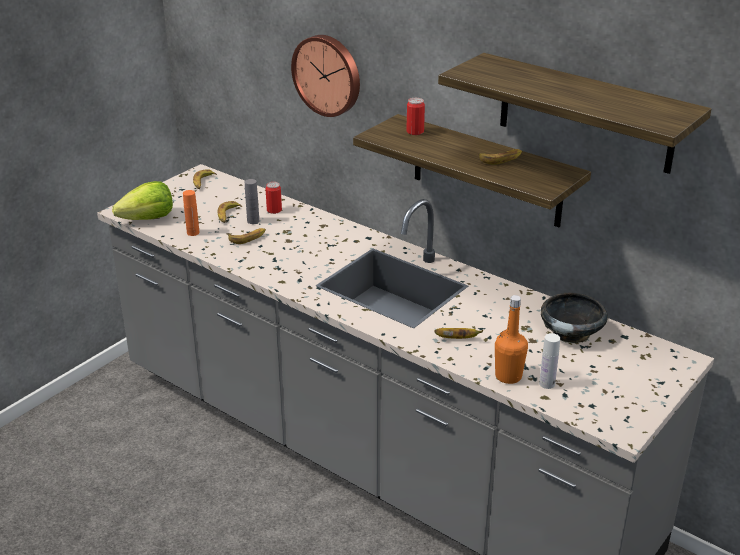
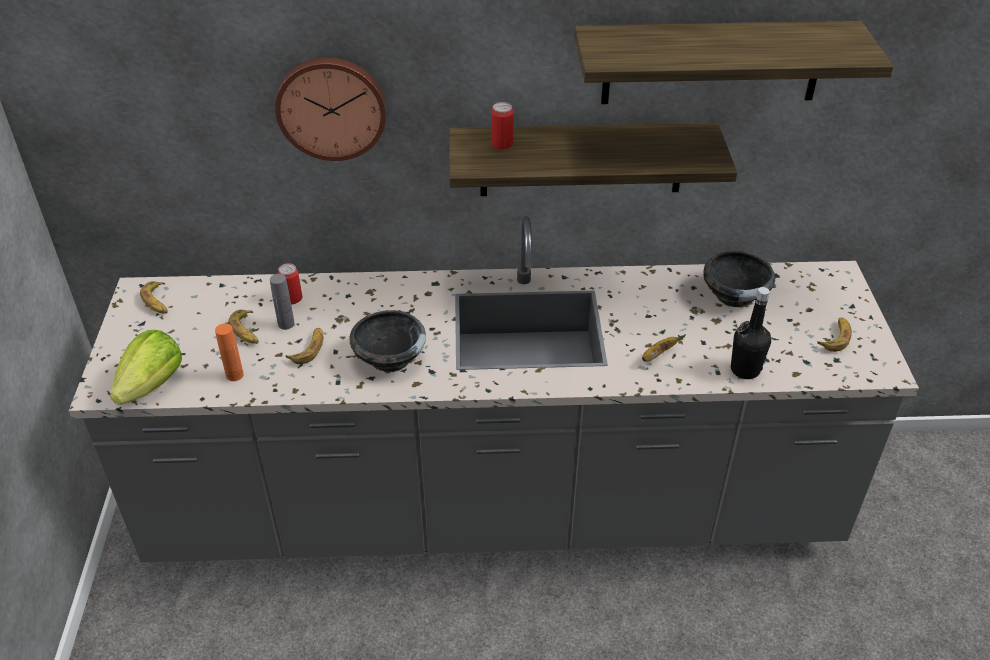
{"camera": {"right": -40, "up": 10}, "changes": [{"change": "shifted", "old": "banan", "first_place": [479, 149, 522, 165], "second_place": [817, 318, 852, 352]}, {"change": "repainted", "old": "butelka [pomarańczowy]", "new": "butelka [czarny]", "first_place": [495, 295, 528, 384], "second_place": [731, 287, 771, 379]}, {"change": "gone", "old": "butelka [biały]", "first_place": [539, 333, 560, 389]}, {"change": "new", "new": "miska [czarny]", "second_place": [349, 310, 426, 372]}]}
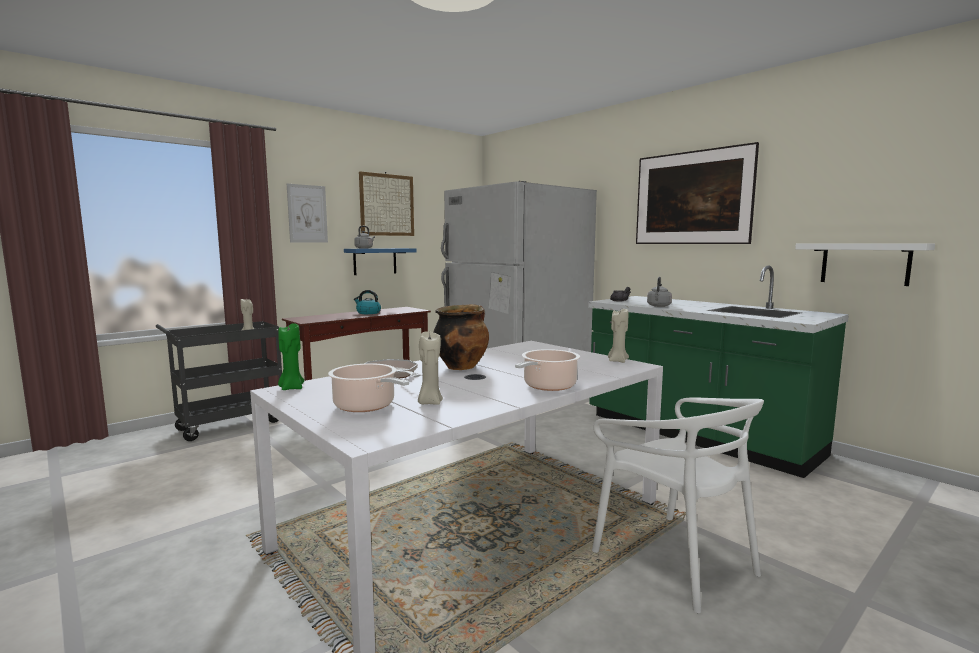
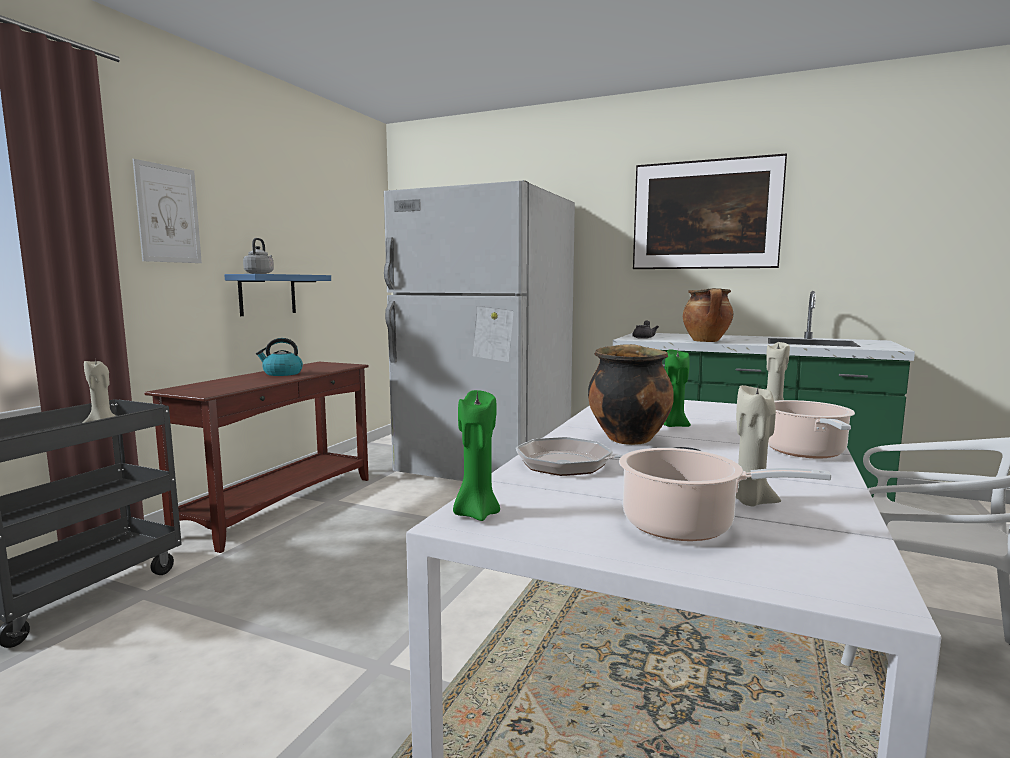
{"camera": {"right": -25, "up": 0}, "changes": [{"change": "gone", "old": "obraz", "first_place": [359, 171, 414, 236]}, {"change": "swapped", "old": "czajnik [szary]", "new": "garnek", "first_place": [647, 277, 672, 307], "second_place": [683, 288, 733, 342]}, {"change": "gone", "old": "półka [biały]", "first_place": [795, 243, 935, 286]}, {"change": "new", "new": "świeca [zielony]", "second_place": [663, 349, 691, 427]}]}
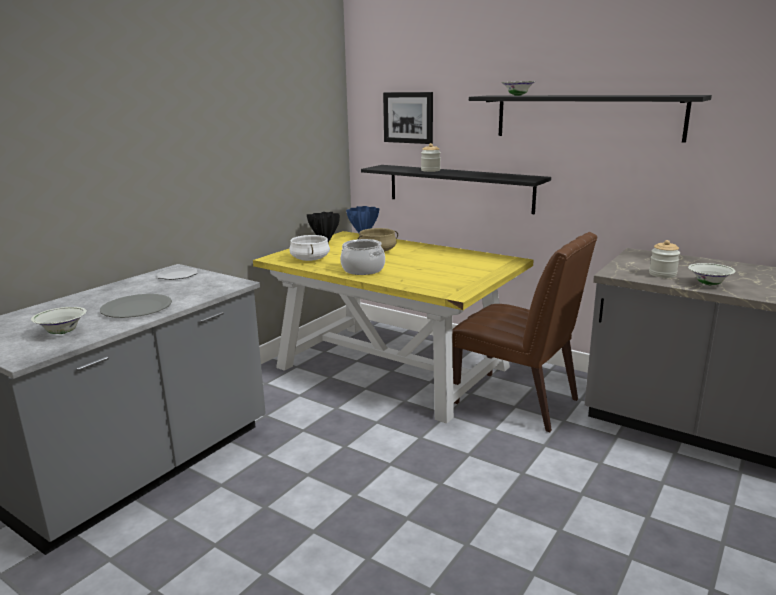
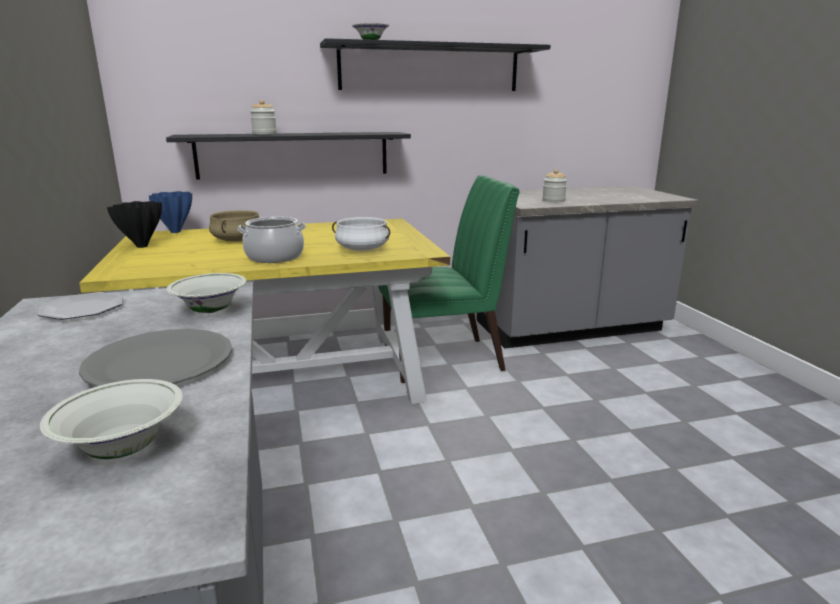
{"camera": {"right": -50, "up": 0}, "changes": [{"change": "shifted", "old": "garnek [biały]", "first_place": [289, 235, 330, 261], "second_place": [332, 217, 390, 251]}, {"change": "gone", "old": "obraz", "first_place": [383, 92, 433, 144]}, {"change": "repainted", "old": "krzesło [brązowy]", "new": "krzesło [zielony]", "first_place": [452, 232, 597, 432], "second_place": [378, 175, 520, 383]}, {"change": "shifted", "old": "miska [biały]", "first_place": [688, 263, 736, 285], "second_place": [167, 273, 246, 313]}]}
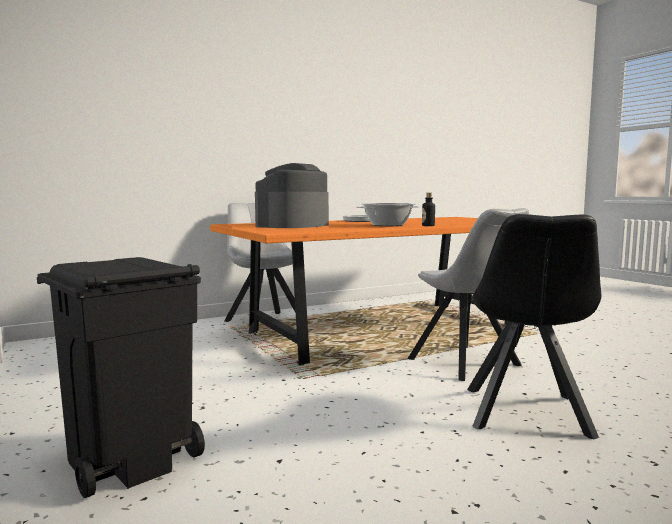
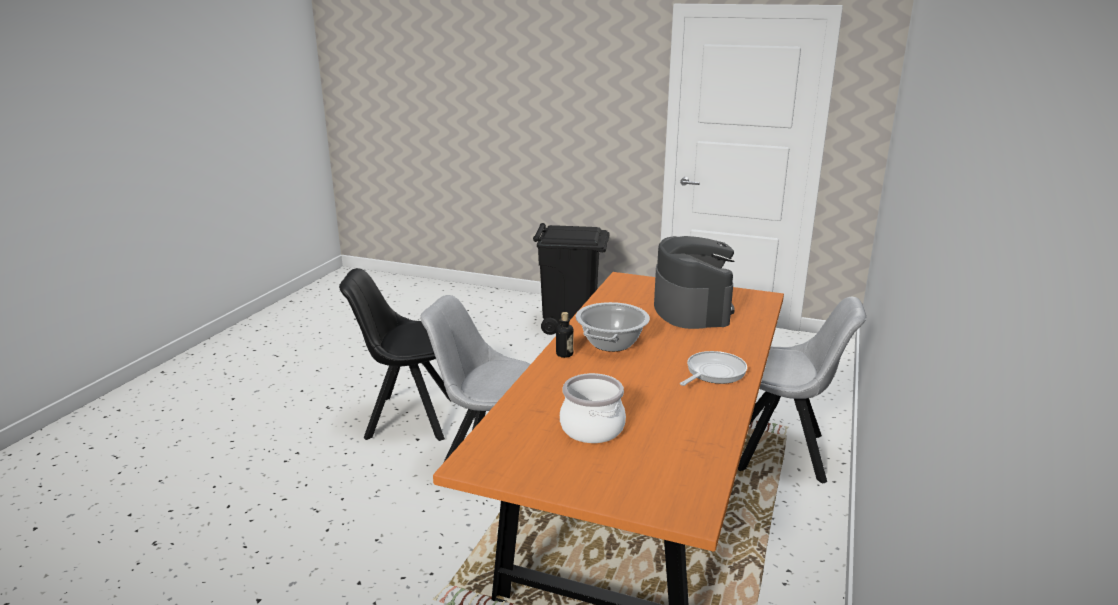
{"camera": {"right": 140, "up": 15}, "changes": [{"change": "rotated", "old": "krzesło [czarny]", "first_place": [467, 214, 602, 440], "second_place": [339, 268, 451, 441], "degrees": -60}, {"change": "new", "new": "garnek", "second_place": [560, 373, 626, 443]}]}
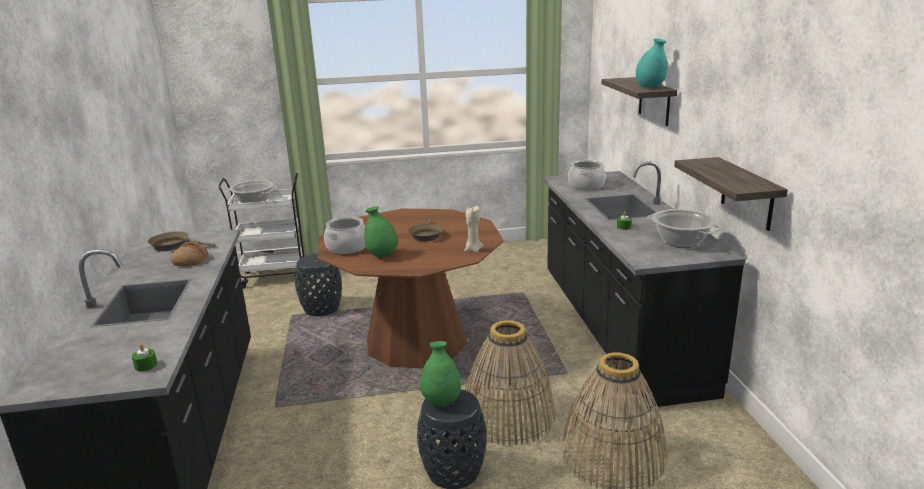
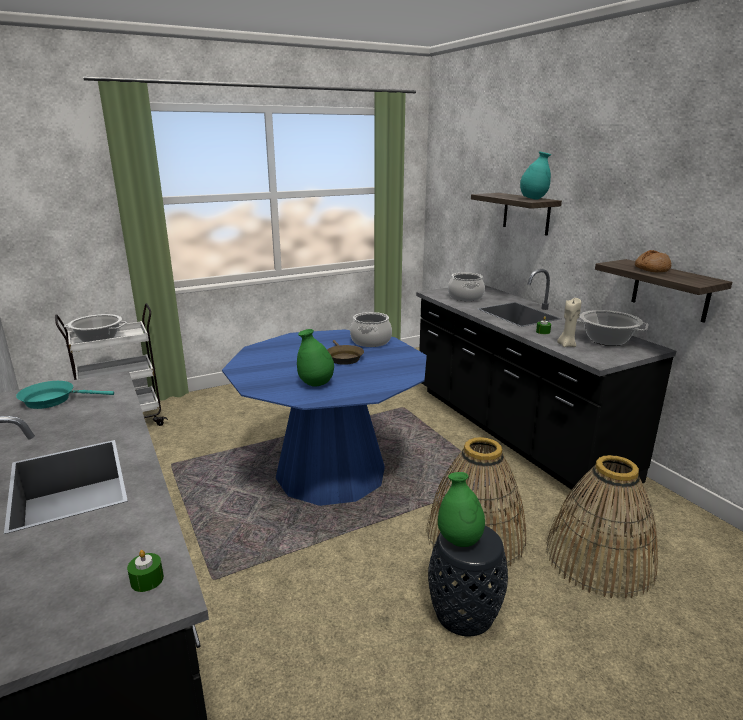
{"camera": {"right": -20, "up": 0}, "changes": [{"change": "repainted", "old": "patelnia [brązowy]", "new": "patelnia [turkusowy]", "first_place": [148, 231, 215, 251], "second_place": [16, 381, 114, 409]}, {"change": "shifted", "old": "chleb", "first_place": [171, 242, 209, 266], "second_place": [635, 250, 671, 272]}, {"change": "gone", "old": "stołek [czarny]", "first_place": [295, 253, 342, 316]}, {"change": "repainted", "old": "stół jadalny [brązowy]", "new": "stół jadalny [niebieski]", "first_place": [318, 209, 504, 369], "second_place": [222, 329, 427, 506]}, {"change": "shifted", "old": "garnek", "first_place": [324, 217, 365, 254], "second_place": [350, 312, 392, 347]}, {"change": "shifted", "old": "świeca [beżowy]", "first_place": [464, 206, 484, 253], "second_place": [557, 298, 581, 347]}]}
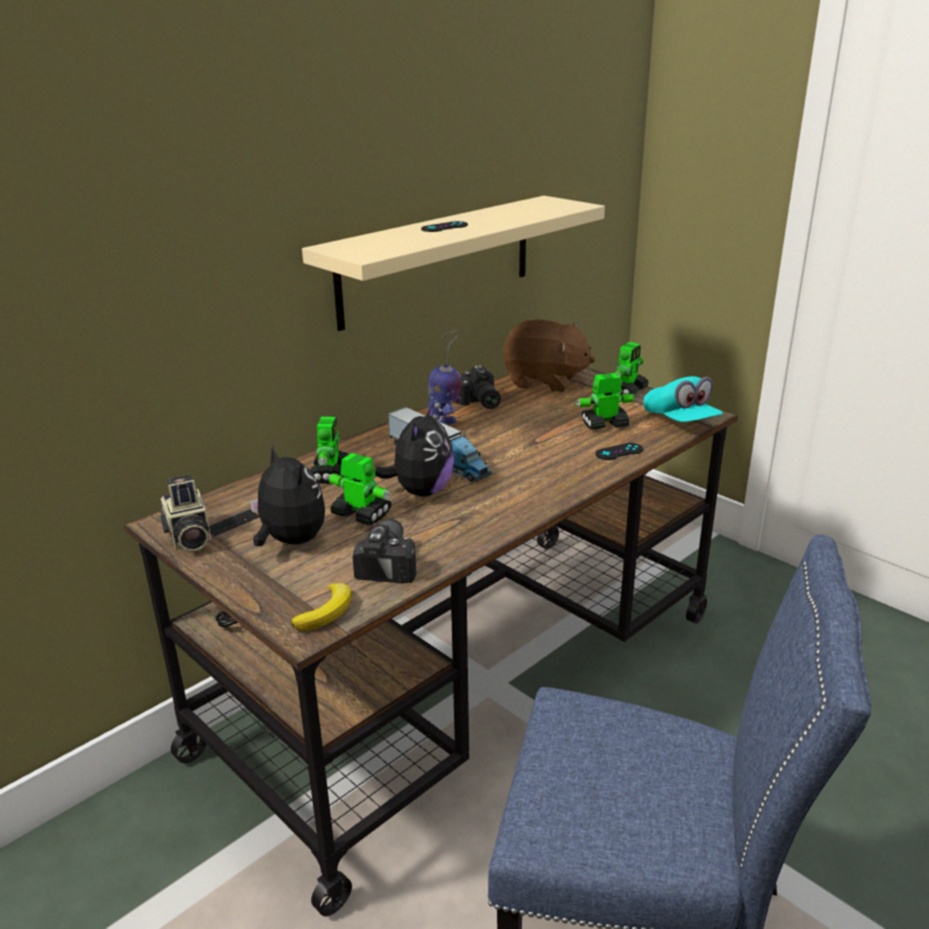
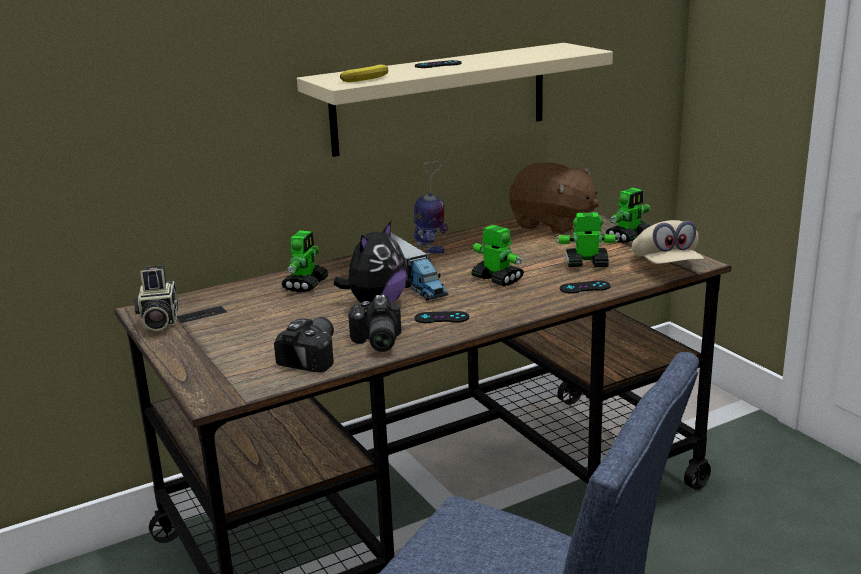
{"camera": {"right": 15, "up": -5}, "changes": [{"change": "gone", "old": "pluszak", "first_place": [250, 445, 325, 546]}, {"change": "shifted", "old": "banan", "first_place": [291, 583, 352, 631], "second_place": [340, 65, 388, 82]}, {"change": "shifted", "old": "robot zabawkowy", "first_place": [328, 453, 392, 525], "second_place": [471, 225, 524, 287]}, {"change": "shifted", "old": "aparat fotograficzny", "first_place": [458, 365, 501, 409], "second_place": [348, 295, 402, 352]}, {"change": "repainted", "old": "czapka z daszkiem [turkusowy]", "new": "czapka z daszkiem [beżowy]", "first_place": [644, 376, 723, 422], "second_place": [632, 220, 704, 264]}, {"change": "new", "new": "pad do gier [czarny]", "second_place": [414, 311, 469, 323]}]}
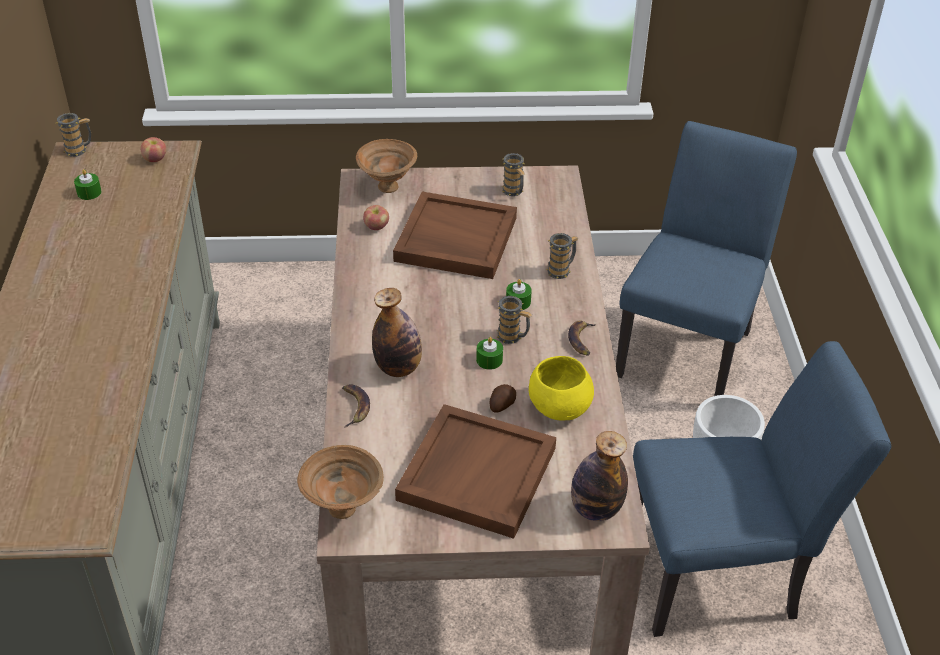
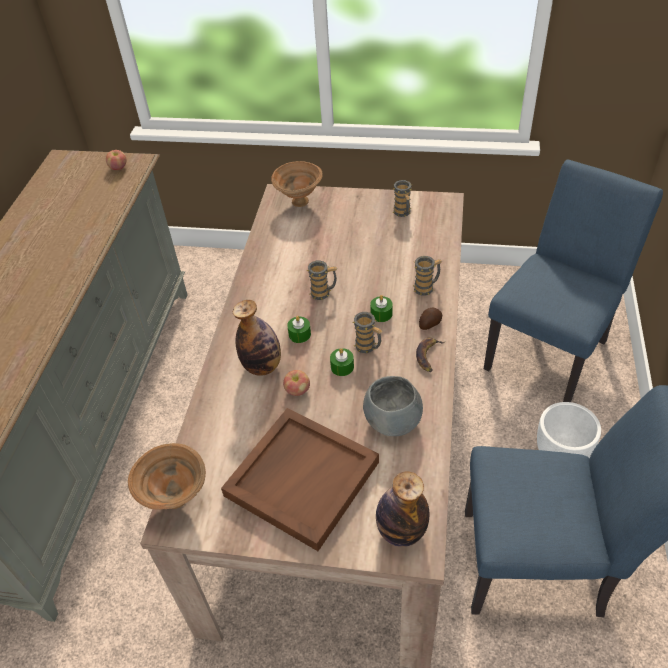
{"camera": {"right": 15, "up": 5}, "changes": [{"change": "shifted", "old": "kubek", "first_place": [56, 113, 91, 157], "second_place": [307, 260, 337, 300]}, {"change": "shifted", "old": "świeca [zielony]", "first_place": [74, 169, 102, 200], "second_place": [287, 316, 311, 343]}, {"change": "gone", "old": "banan", "first_place": [342, 384, 370, 428]}, {"change": "shifted", "old": "jabłko", "first_place": [363, 205, 389, 230], "second_place": [283, 370, 310, 396]}, {"change": "gone", "old": "taca [brązowy]", "first_place": [393, 192, 517, 279]}, {"change": "shifted", "old": "ziemniak", "first_place": [490, 384, 516, 413], "second_place": [419, 308, 442, 330]}, {"change": "repainted", "old": "miska [żółty]", "new": "miska [szary]", "first_place": [529, 356, 594, 421], "second_place": [363, 376, 423, 436]}]}
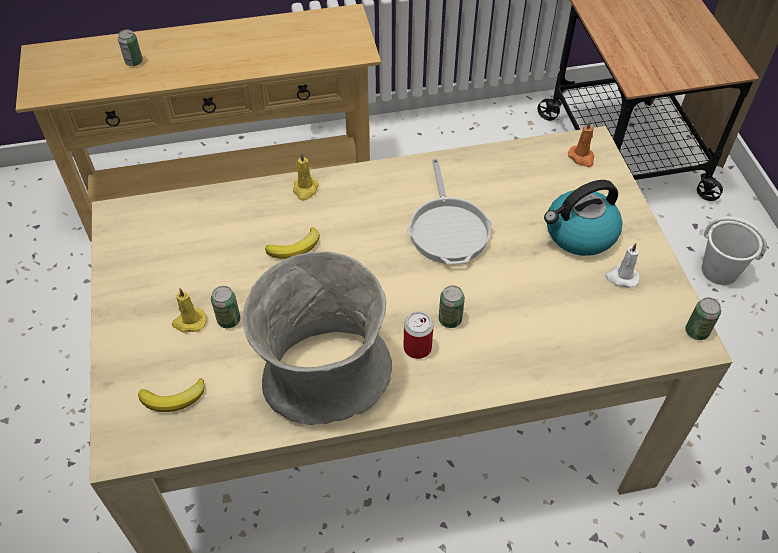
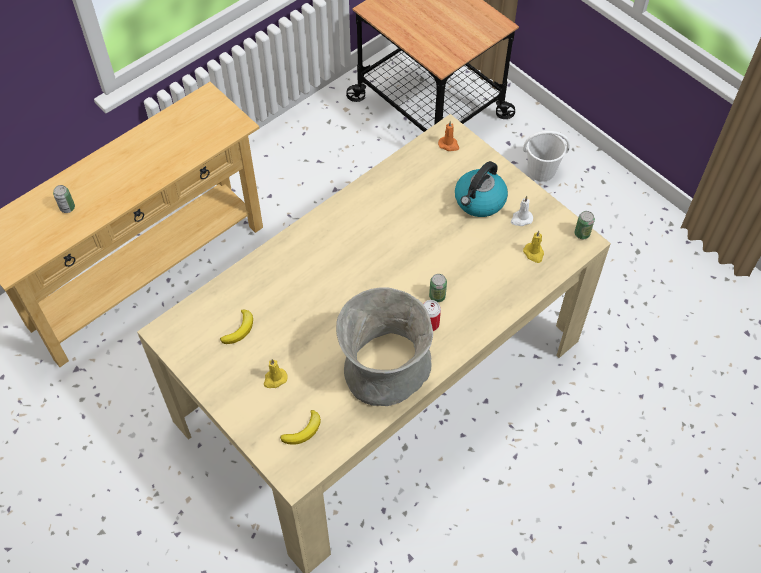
{"camera": {"right": -30, "up": 5}, "changes": [{"change": "gone", "old": "puszka", "first_place": [211, 286, 240, 328]}, {"change": "shifted", "old": "banan", "first_place": [265, 227, 320, 259], "second_place": [220, 309, 253, 344]}, {"change": "shifted", "old": "świeca [żółty]", "first_place": [293, 152, 319, 201], "second_place": [523, 231, 544, 263]}, {"change": "gone", "old": "patelnia", "first_place": [407, 158, 493, 264]}]}
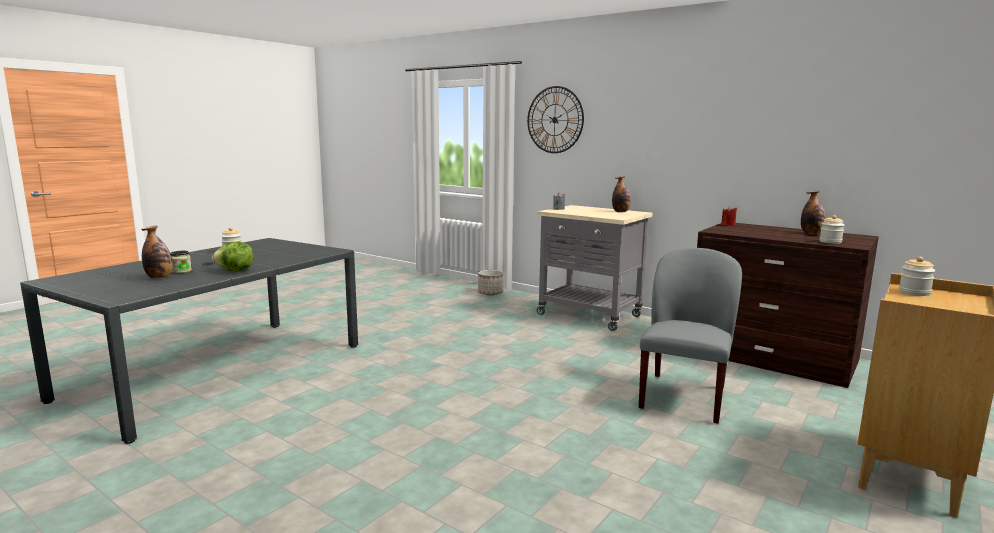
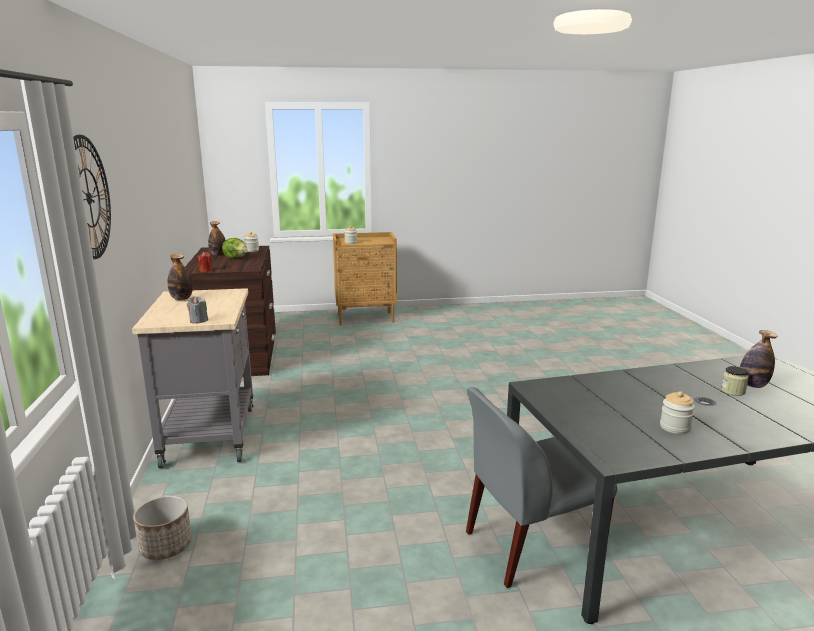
{"camera": {"right": -135, "up": 5}, "changes": [{"change": "shifted", "old": "sałata", "first_place": [212, 242, 254, 271], "second_place": [222, 238, 247, 259]}, {"change": "shifted", "old": "krzesło [szary]", "first_place": [639, 248, 742, 423], "second_place": [466, 387, 617, 588]}]}
